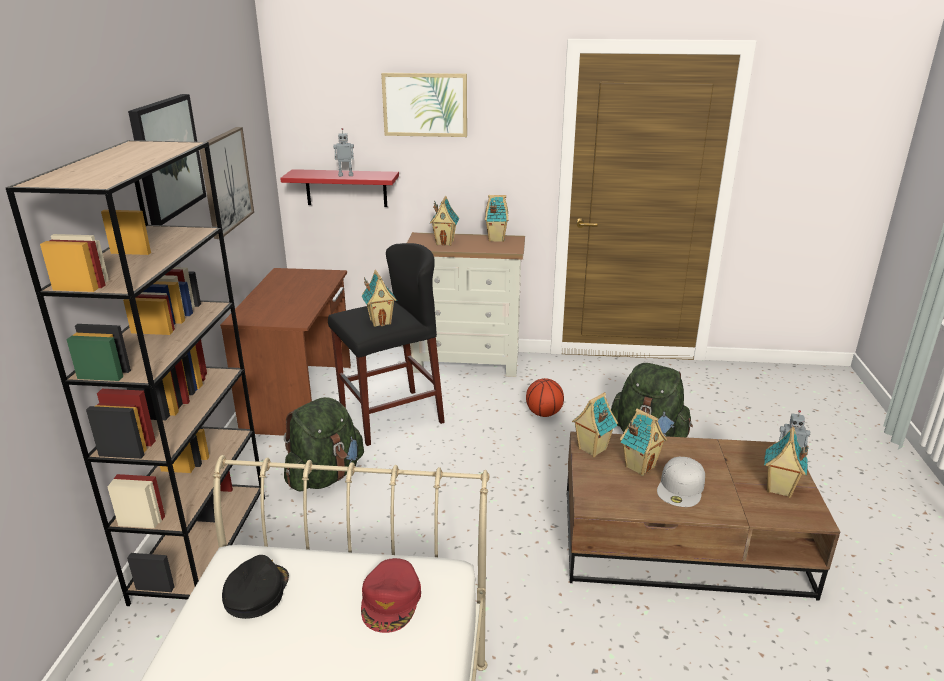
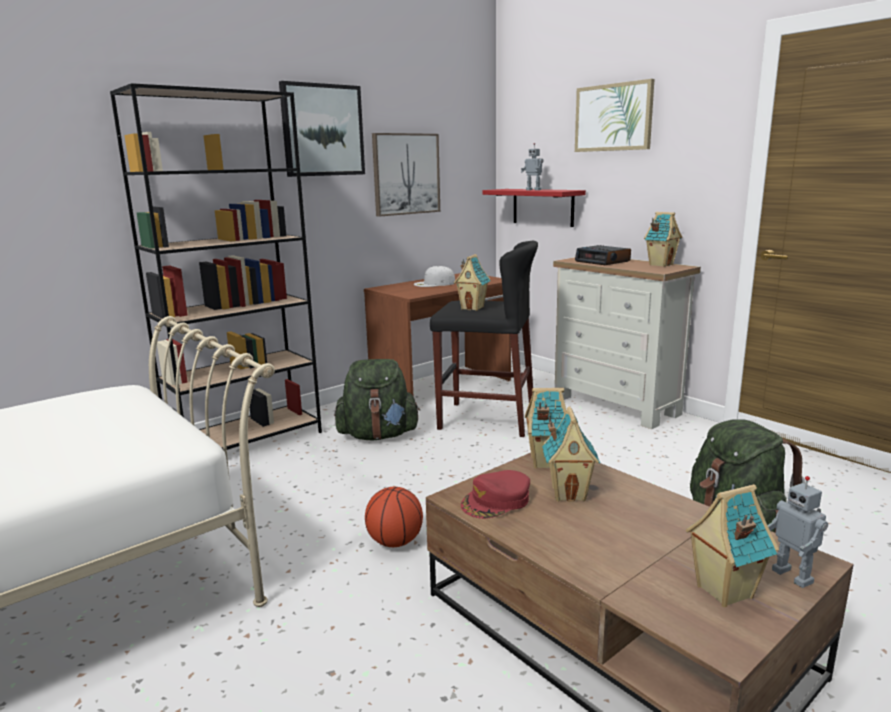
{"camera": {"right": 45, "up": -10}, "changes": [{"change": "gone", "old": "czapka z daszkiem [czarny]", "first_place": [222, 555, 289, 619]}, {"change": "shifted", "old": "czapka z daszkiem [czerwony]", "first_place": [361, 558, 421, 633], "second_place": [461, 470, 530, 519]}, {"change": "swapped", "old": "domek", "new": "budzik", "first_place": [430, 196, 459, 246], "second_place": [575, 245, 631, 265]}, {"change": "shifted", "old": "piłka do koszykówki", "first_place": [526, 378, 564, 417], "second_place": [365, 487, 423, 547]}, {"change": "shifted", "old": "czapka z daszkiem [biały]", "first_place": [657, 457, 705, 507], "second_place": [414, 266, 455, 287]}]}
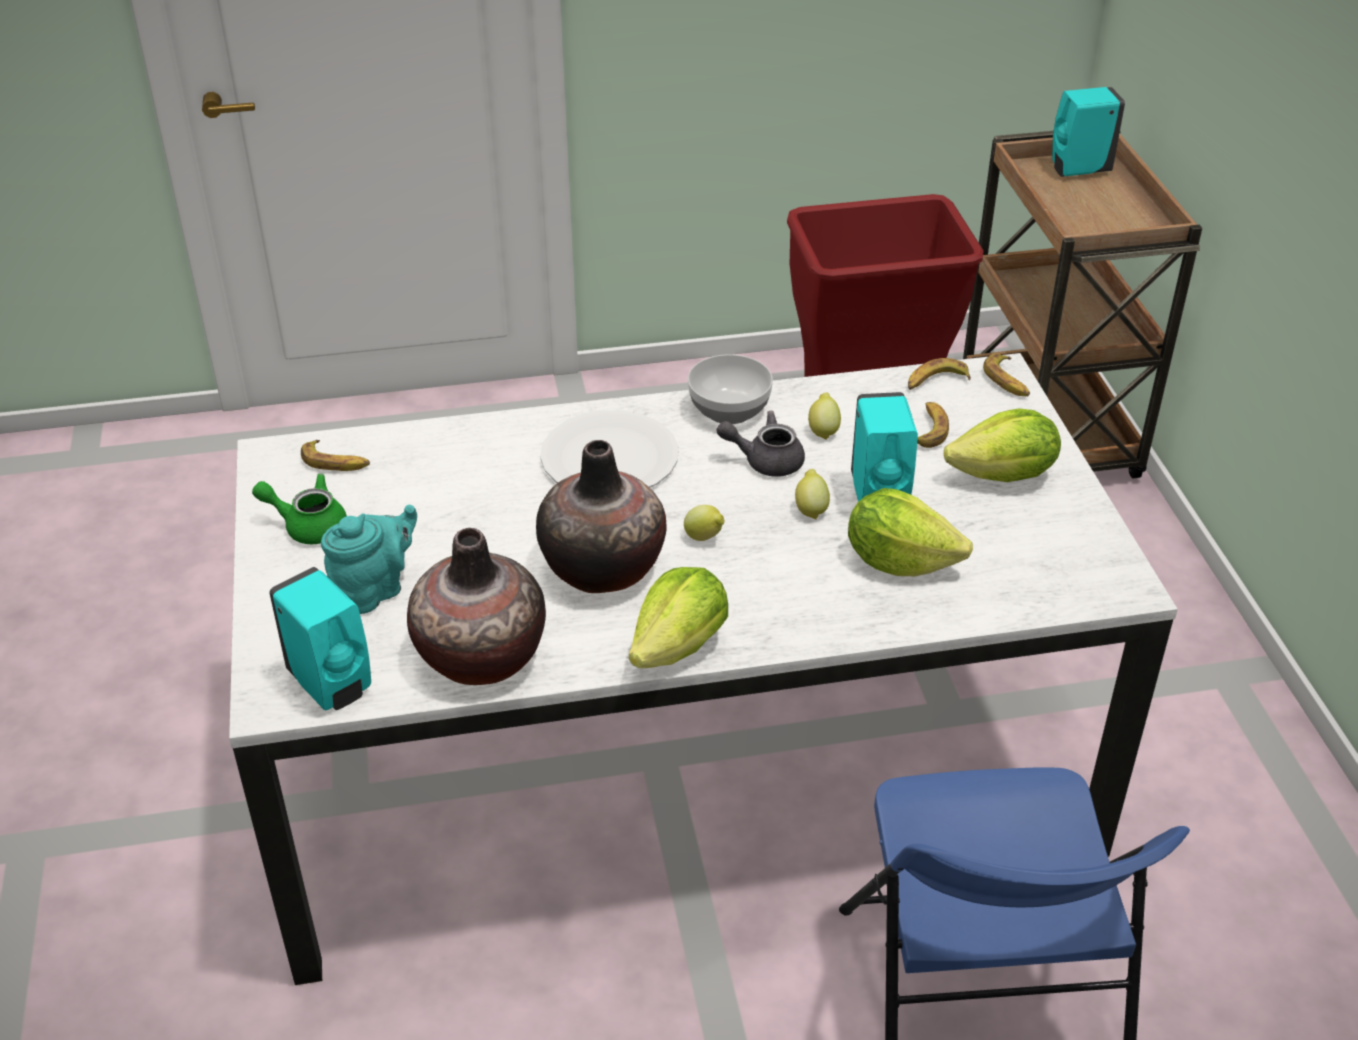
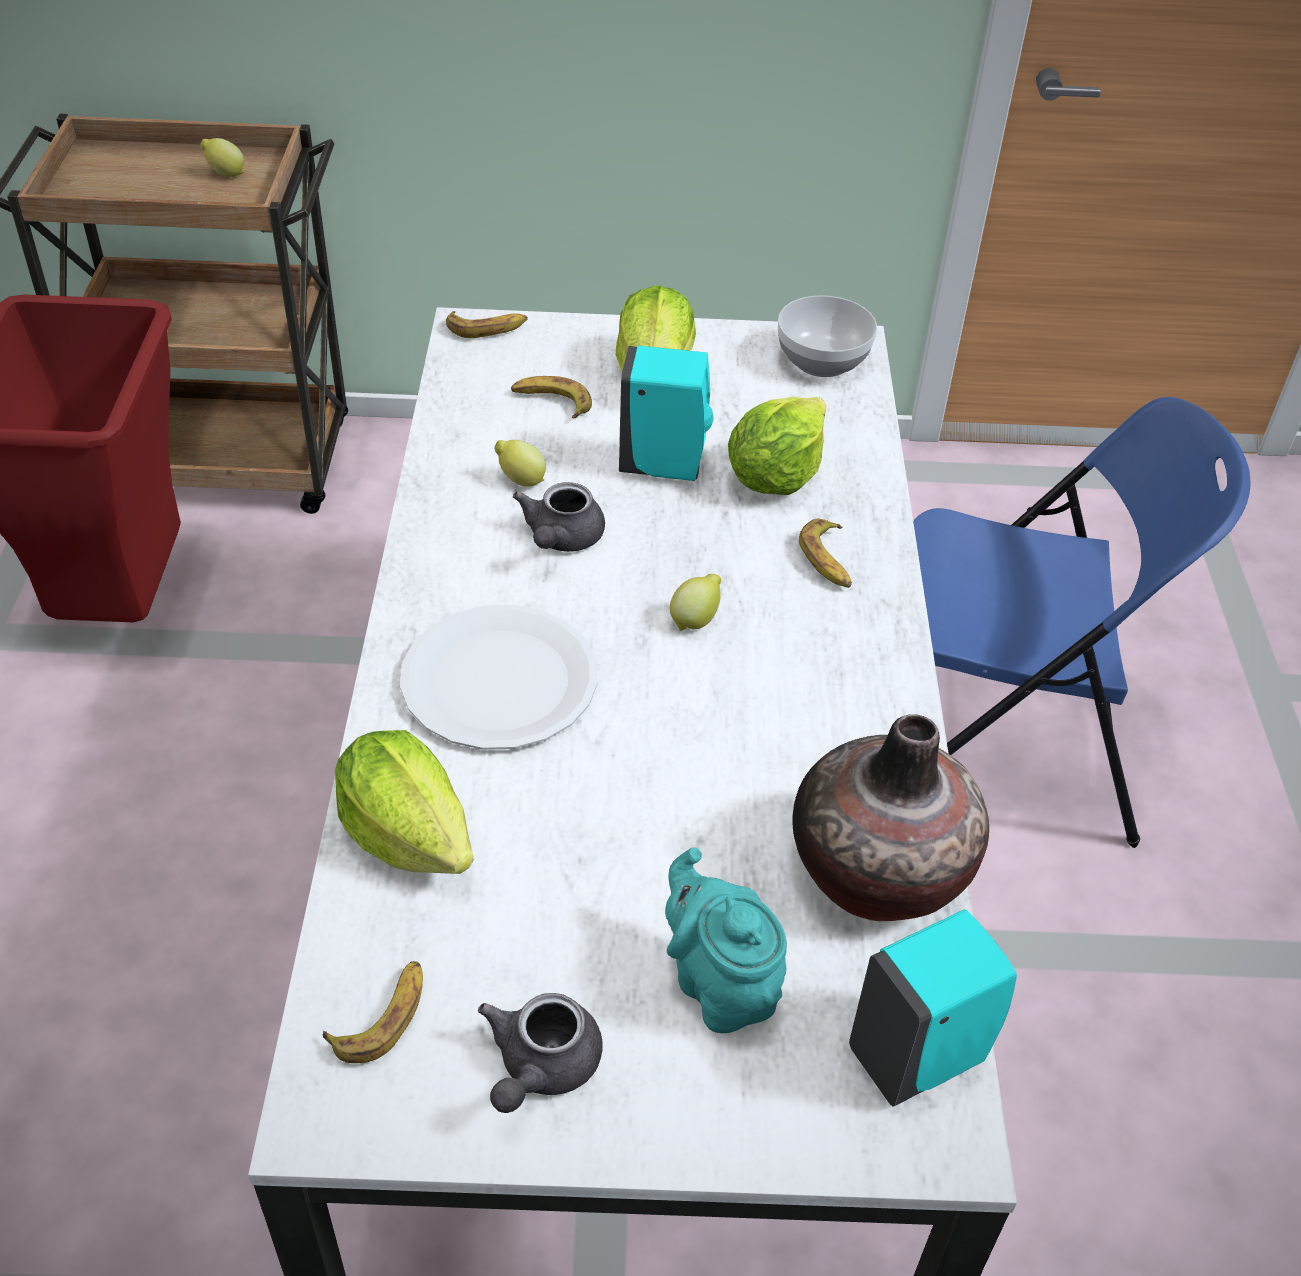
{"camera": {"right": -80, "up": 5}, "changes": [{"change": "repainted", "old": "imbryk [zielony]", "new": "imbryk [szary]", "first_place": [252, 474, 347, 544], "second_place": [478, 993, 602, 1113]}, {"change": "gone", "old": "wazon", "first_place": [536, 440, 666, 593]}, {"change": "shifted", "old": "sałata", "first_place": [629, 567, 728, 668], "second_place": [335, 730, 474, 874]}, {"change": "shifted", "old": "miska", "first_place": [688, 354, 773, 424], "second_place": [778, 295, 877, 377]}, {"change": "shifted", "old": "cytryna", "first_place": [795, 469, 830, 520], "second_place": [200, 138, 244, 177]}, {"change": "shifted", "old": "banan", "first_place": [908, 358, 971, 390], "second_place": [799, 518, 852, 588]}, {"change": "gone", "old": "dozownik mydła [turkusowy]", "first_place": [1052, 87, 1125, 177]}]}
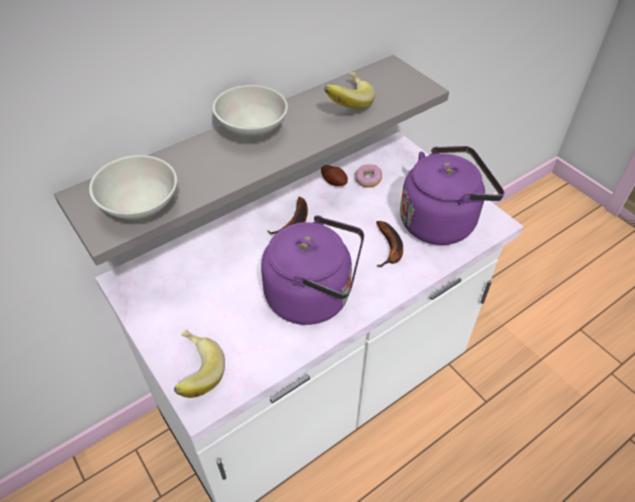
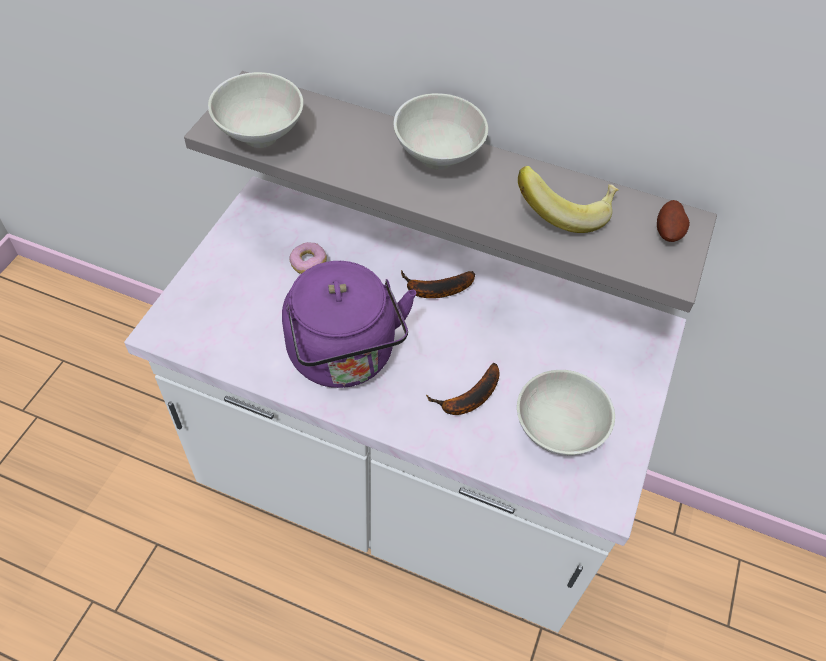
{"camera": {"right": 55, "up": 5}, "changes": [{"change": "gone", "old": "banan", "first_place": [174, 329, 225, 398]}, {"change": "shifted", "old": "ziemniak", "first_place": [321, 165, 348, 186], "second_place": [657, 200, 690, 242]}, {"change": "shifted", "old": "donut", "first_place": [356, 164, 382, 188], "second_place": [289, 242, 327, 274]}, {"change": "swapped", "old": "czajnik [fioletowy]", "new": "miska [biały]", "first_place": [400, 146, 504, 245], "second_place": [517, 370, 615, 456]}]}
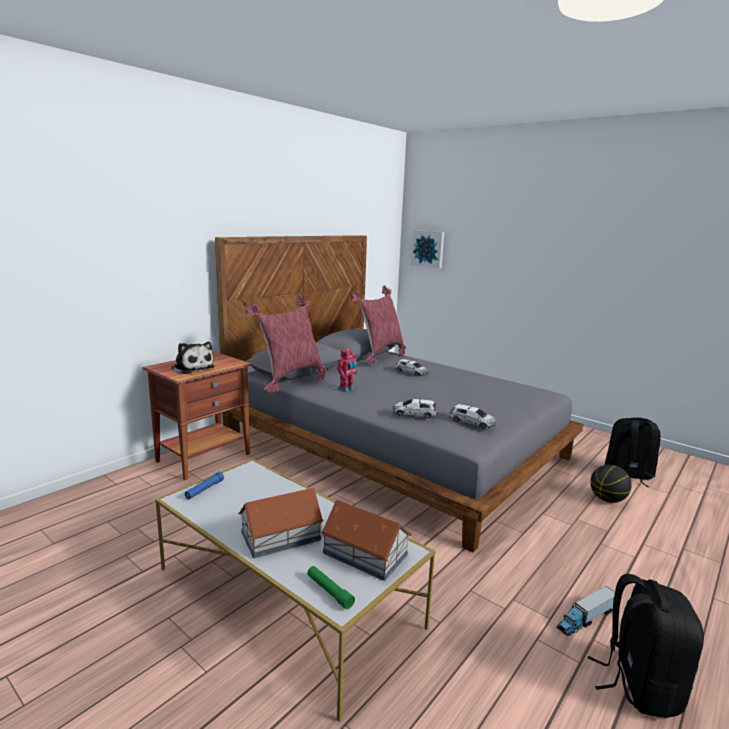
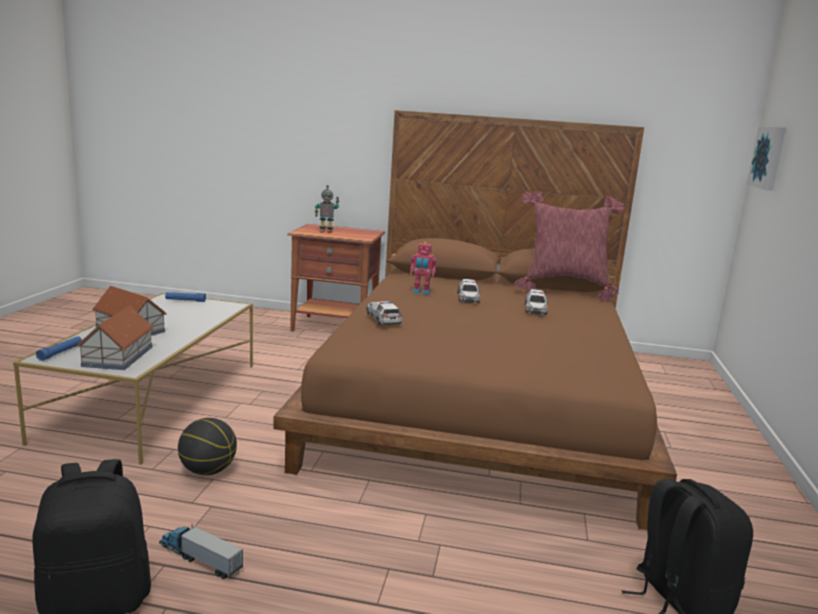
{"camera": {"right": 60, "up": 0}, "changes": [{"change": "swapped", "old": "pluszak", "new": "robot zabawkowy", "first_place": [172, 342, 215, 374], "second_place": [315, 185, 339, 233]}, {"change": "repainted", "old": "łóżko [szary]", "new": "łóżko [brązowy]", "first_place": [215, 235, 583, 552], "second_place": [273, 110, 677, 530]}, {"change": "gone", "old": "poduszka [czerwony]", "first_place": [245, 296, 328, 393]}, {"change": "repainted", "old": "latarka [zielony]", "new": "latarka [niebieski]", "first_place": [307, 566, 355, 609], "second_place": [36, 336, 82, 361]}, {"change": "shifted", "old": "samochodzik", "first_place": [449, 404, 496, 429], "second_place": [457, 279, 480, 303]}, {"change": "shifted", "old": "piłka do koszykówki", "first_place": [590, 465, 632, 503], "second_place": [178, 418, 237, 475]}]}
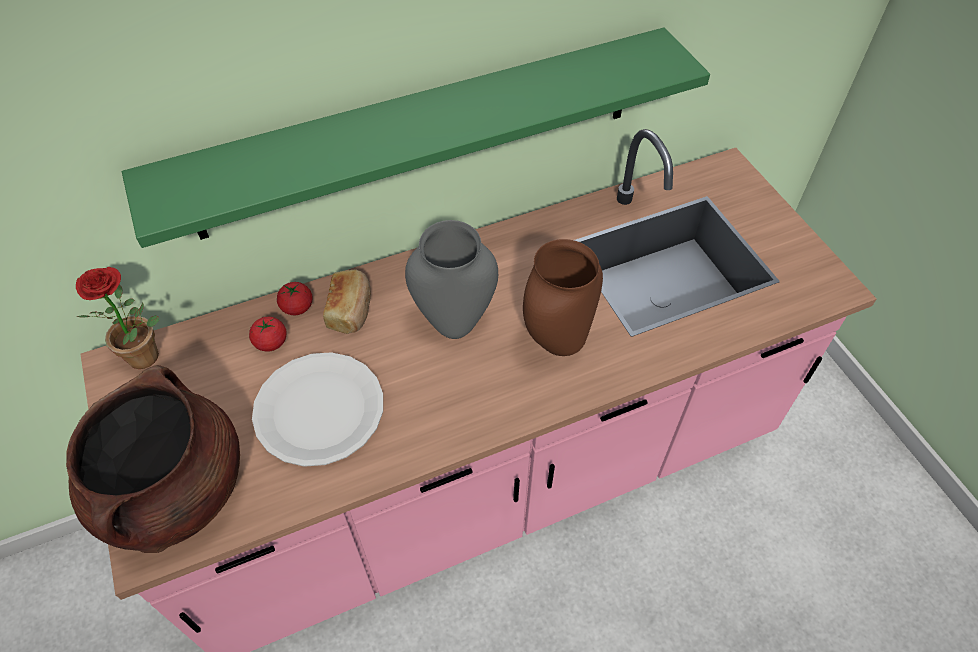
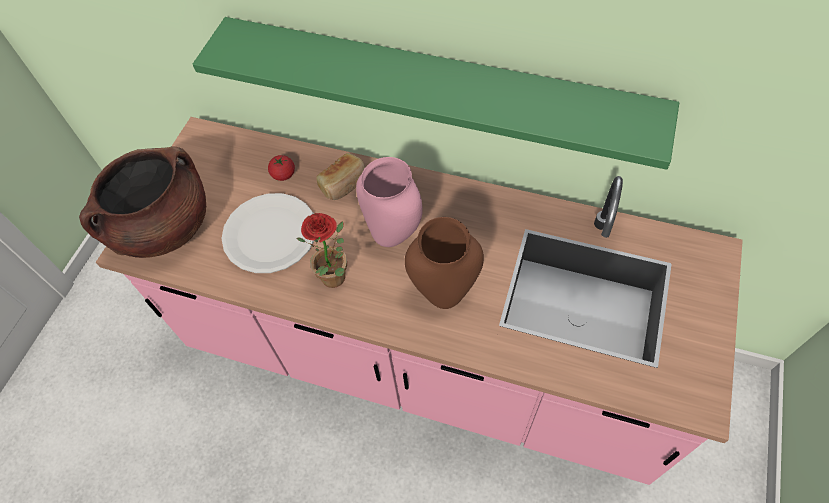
{"camera": {"right": 45, "up": 5}, "changes": [{"change": "shifted", "old": "roślina doniczkowa", "first_place": [76, 267, 159, 369], "second_place": [296, 213, 347, 288]}, {"change": "gone", "old": "pomidor", "first_place": [277, 282, 313, 315]}, {"change": "repainted", "old": "wazon [szary]", "new": "wazon [różowy]", "first_place": [405, 220, 498, 339], "second_place": [356, 157, 423, 247]}]}
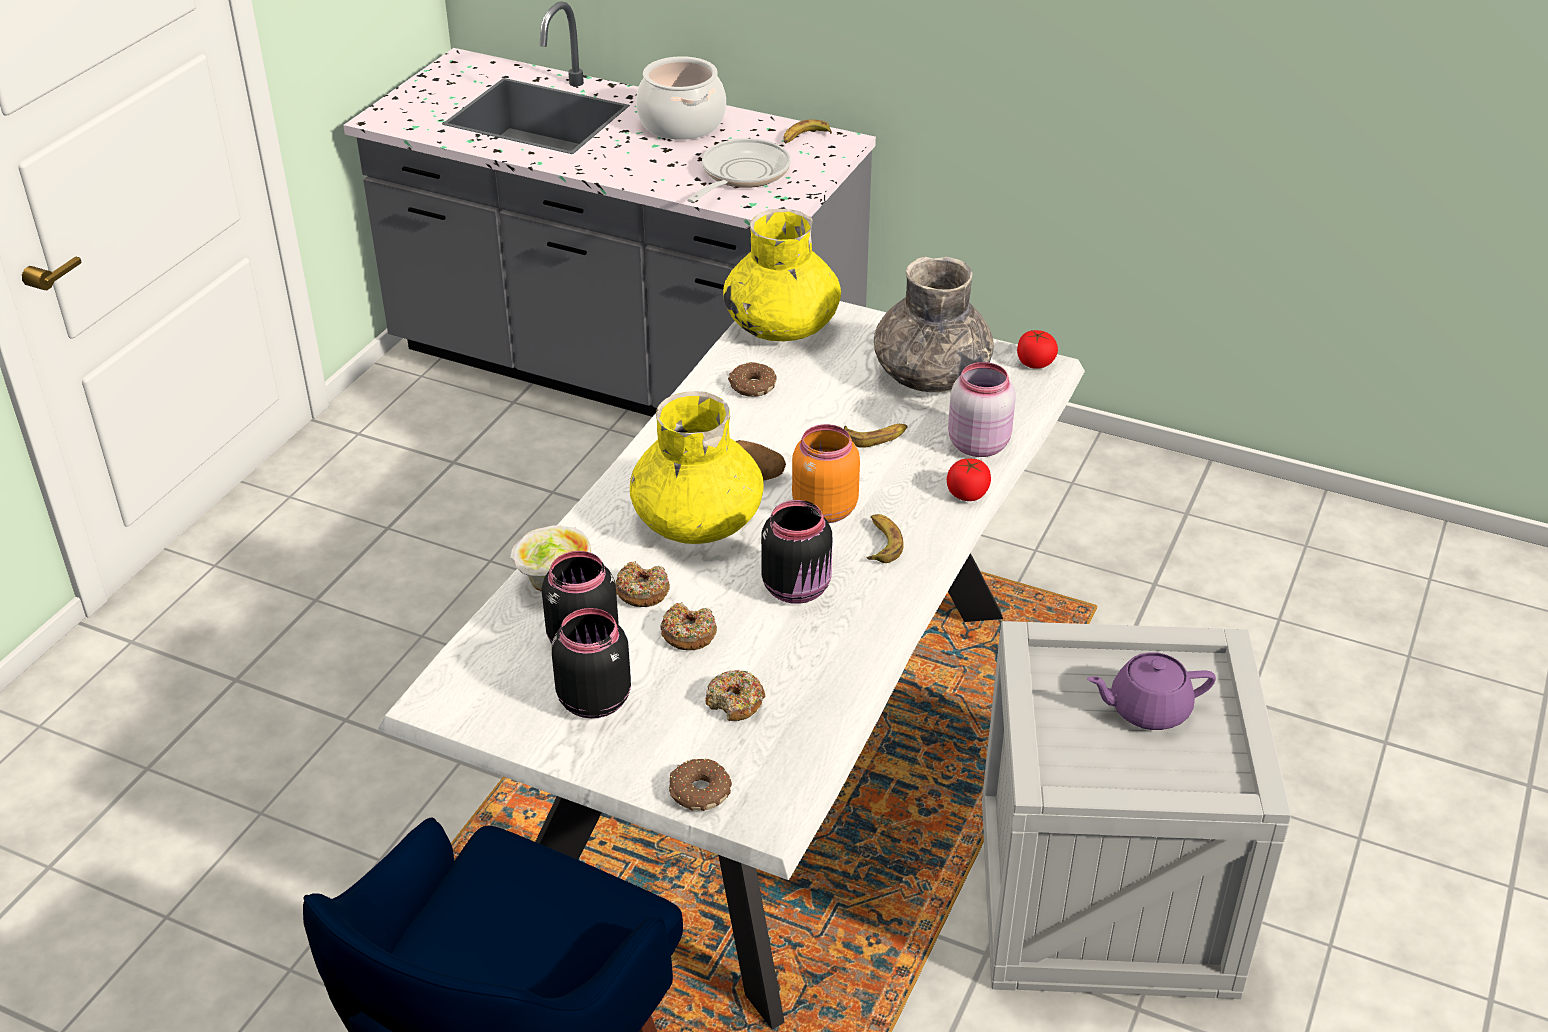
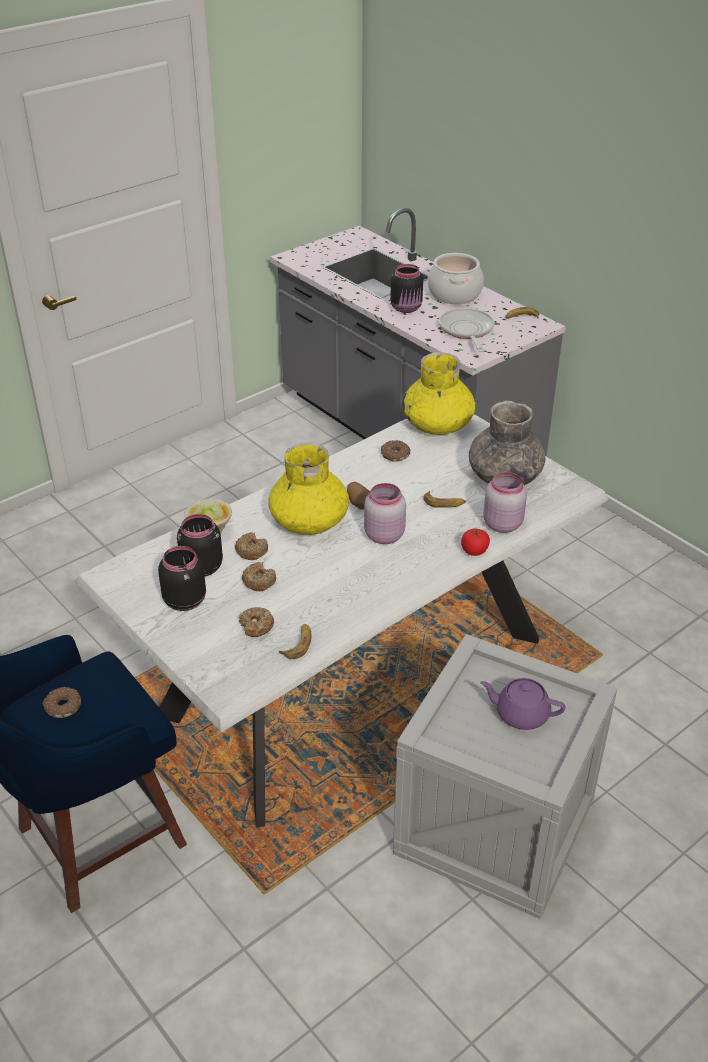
{"camera": {"right": 25, "up": 0}, "changes": [{"change": "shifted", "old": "donut", "first_place": [669, 758, 732, 811], "second_place": [42, 687, 81, 718]}, {"change": "rotated", "old": "patelnia", "first_place": [687, 138, 791, 203], "second_place": [439, 308, 494, 352], "degrees": -60}, {"change": "shifted", "old": "słoik [czarny]", "first_place": [761, 500, 833, 604], "second_place": [390, 264, 423, 313]}, {"change": "repainted", "old": "słoik [pomarańczowy]", "new": "słoik [różowy]", "first_place": [792, 424, 860, 523], "second_place": [364, 483, 406, 544]}, {"change": "shifted", "old": "banan", "first_place": [866, 514, 904, 563], "second_place": [279, 624, 311, 659]}, {"change": "gone", "old": "pomidor", "first_place": [1017, 330, 1058, 369]}]}
